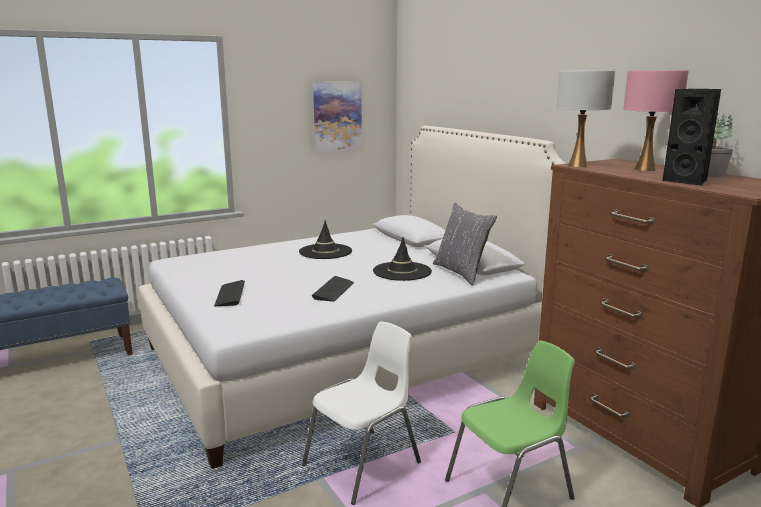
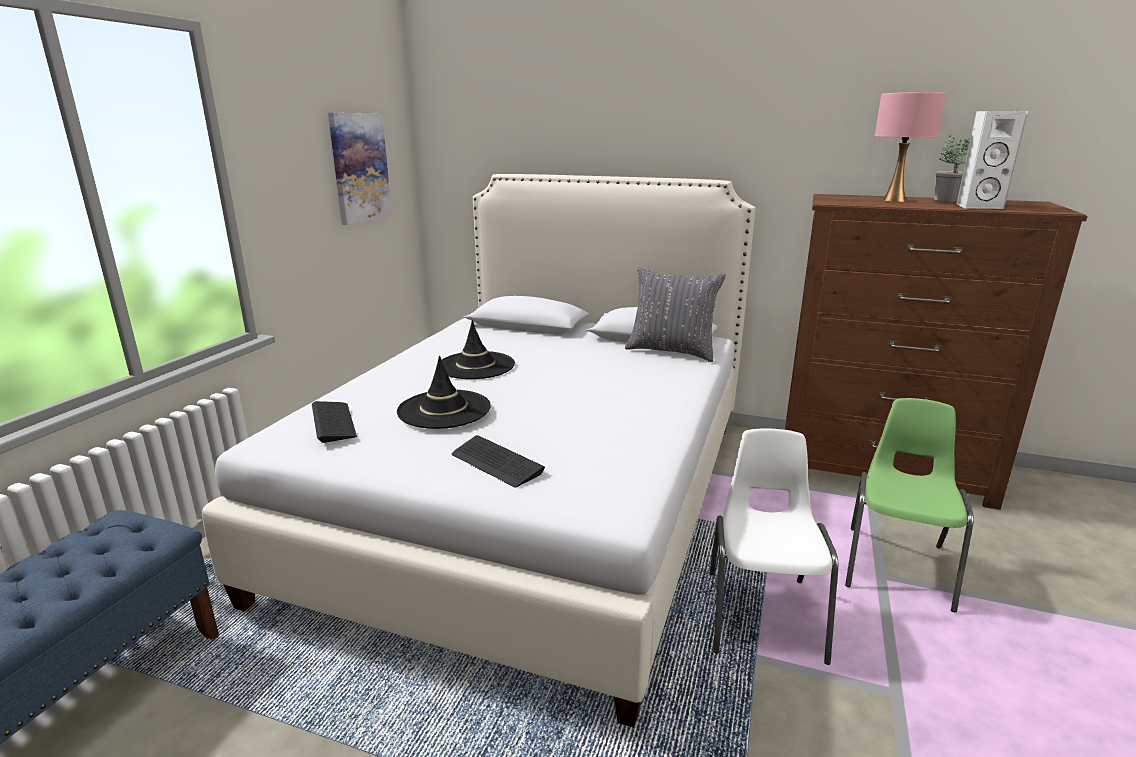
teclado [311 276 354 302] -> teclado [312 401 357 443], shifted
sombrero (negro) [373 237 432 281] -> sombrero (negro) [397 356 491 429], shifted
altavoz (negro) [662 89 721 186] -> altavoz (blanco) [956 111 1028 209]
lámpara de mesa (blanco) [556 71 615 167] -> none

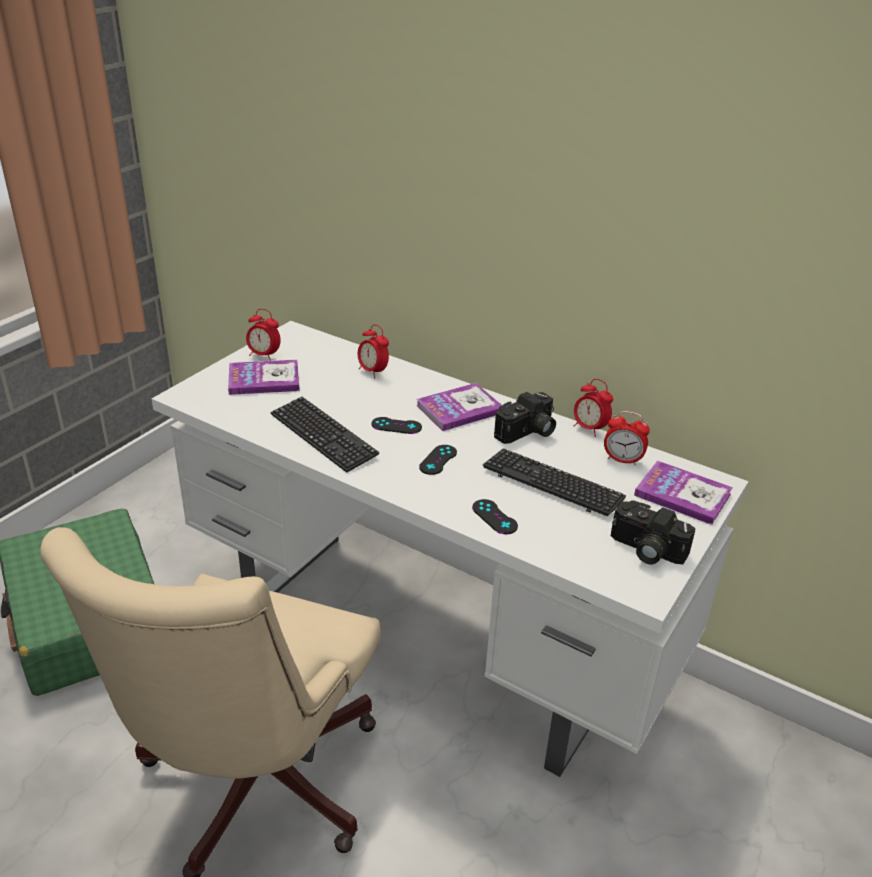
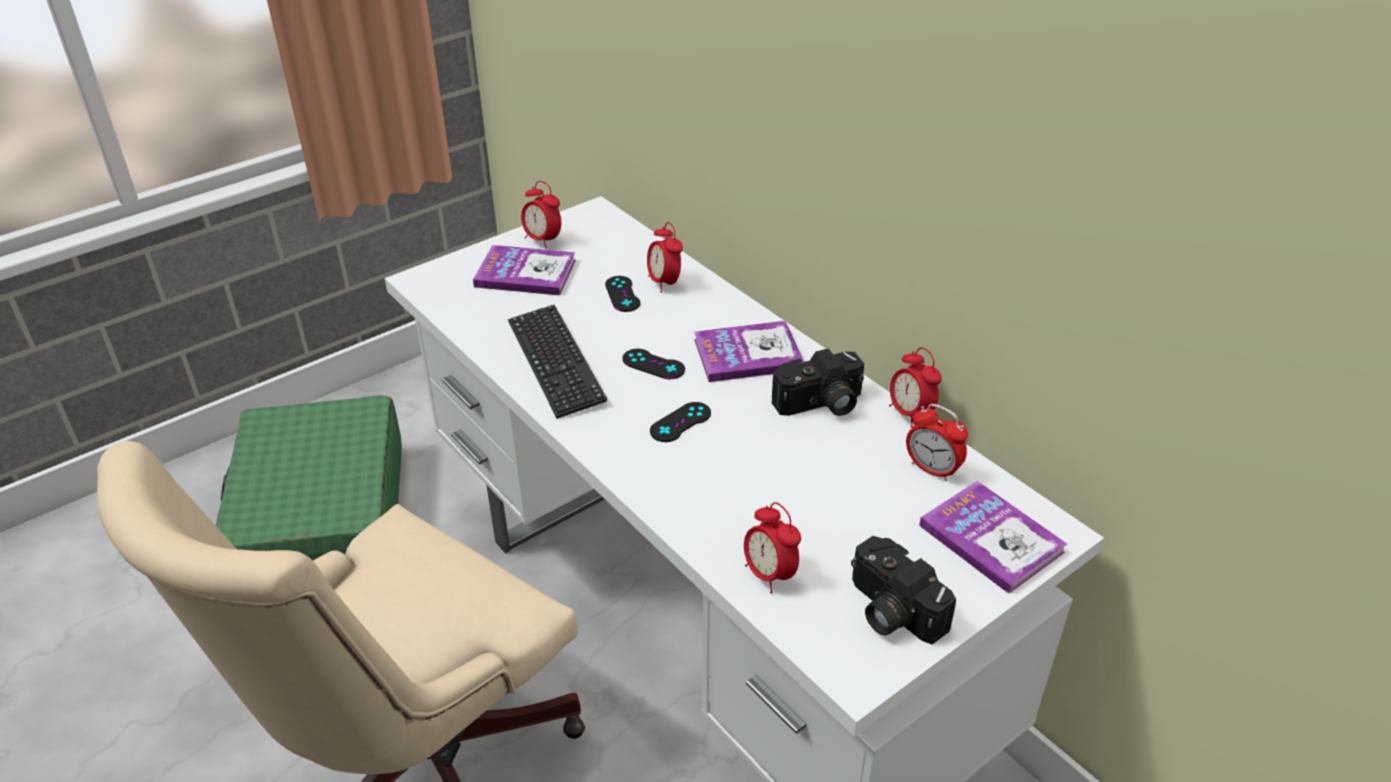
mando de consola (negro) [472 499 518 534] -> mando de consola (negro) [605 276 640 312], shifted
none -> despertador [744 502 801 594]
teclado [483 448 626 516] -> none

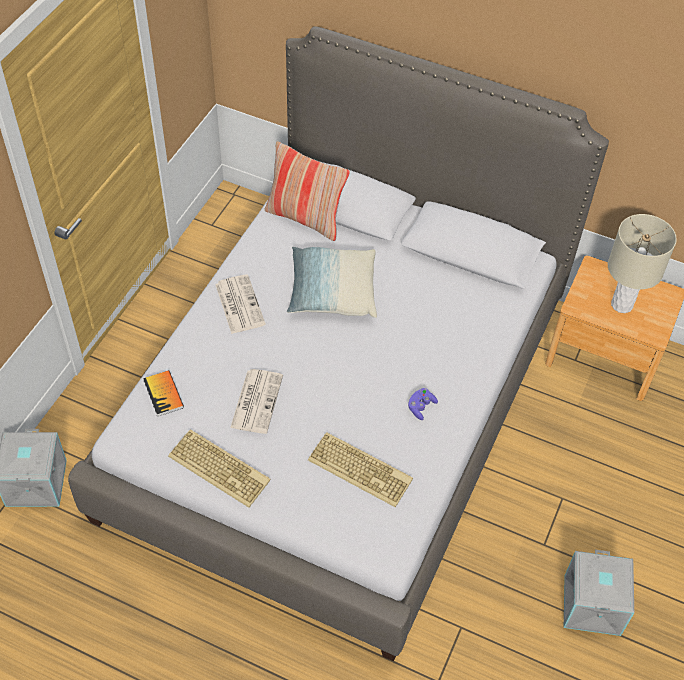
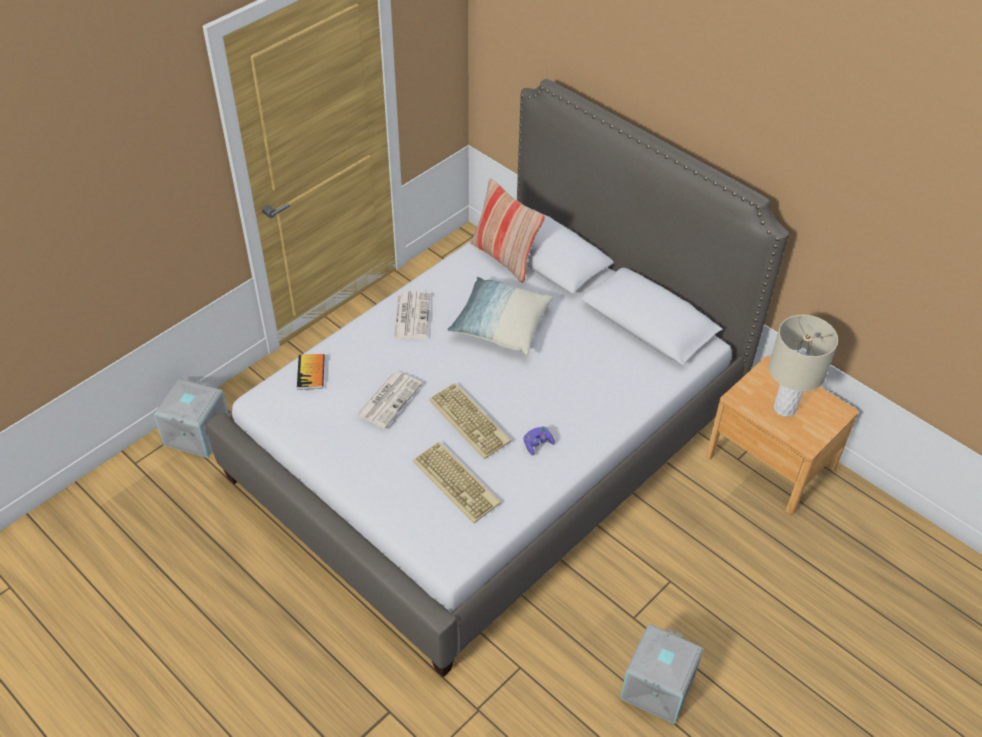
teclado [168 429 271 508] -> teclado [429 383 511 459], shifted

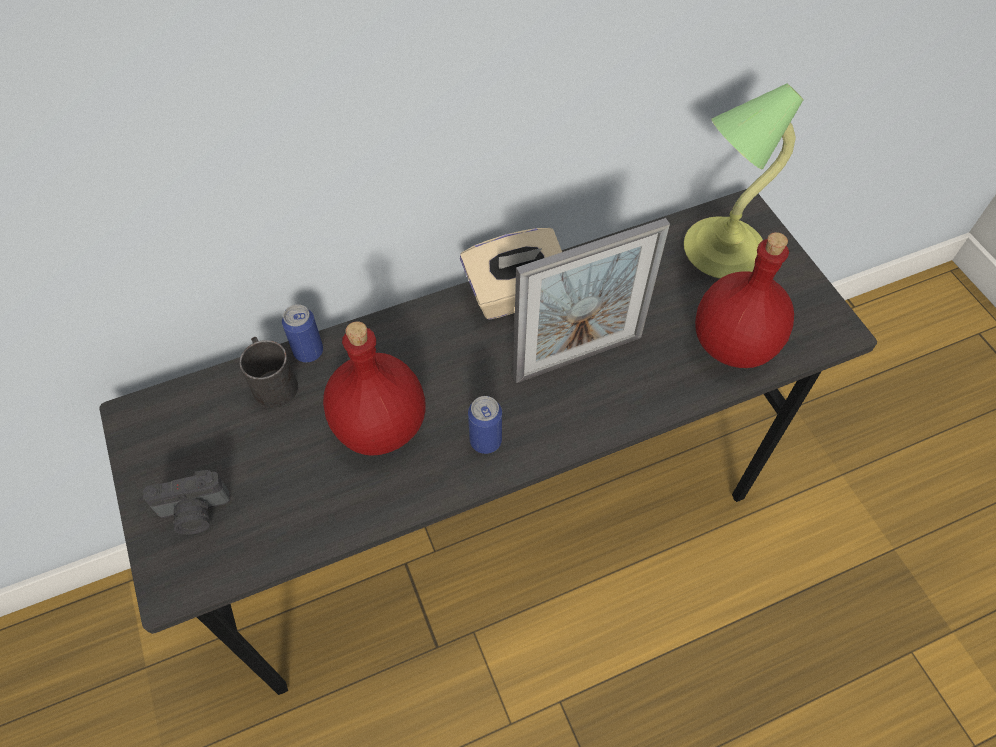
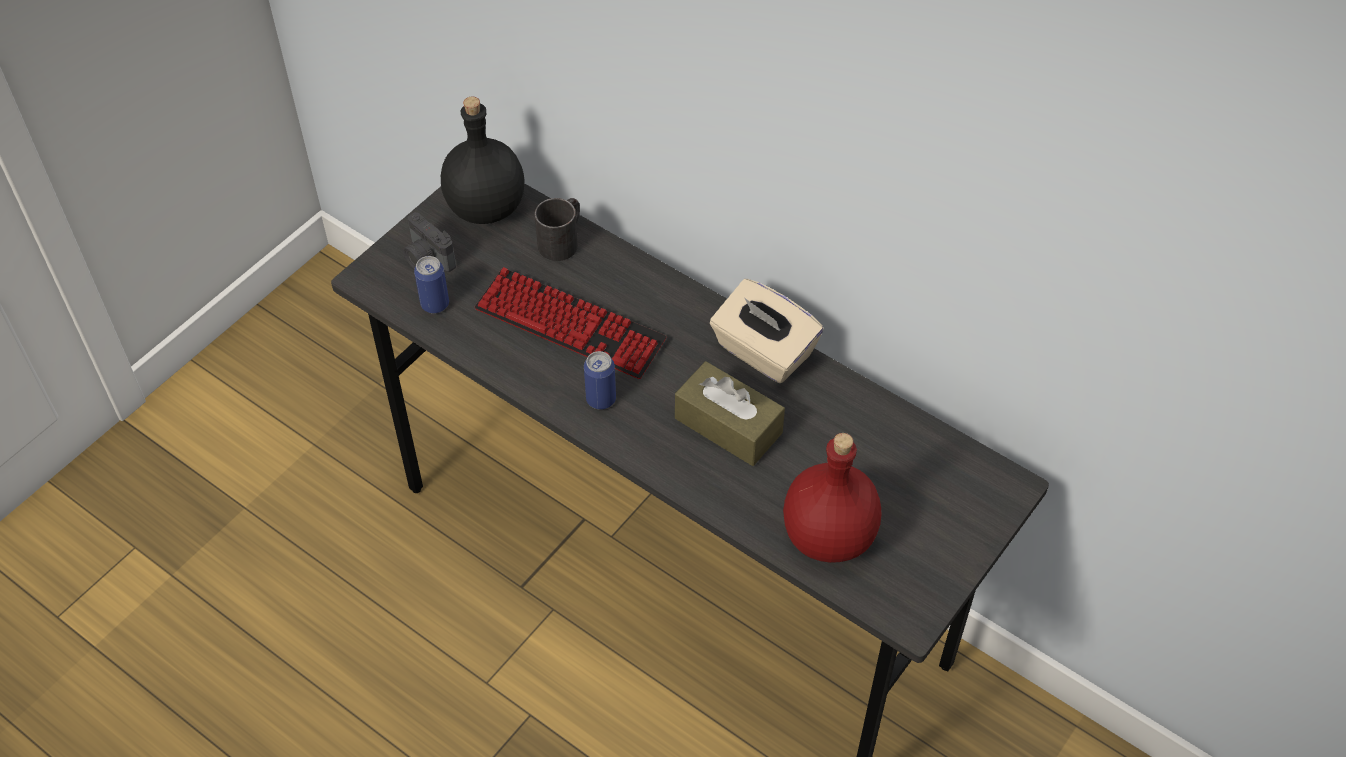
lata [282 304 323 362] -> lata [414 256 449 314], shifted
none -> botella (negro) [441 97 525 224]
botella (rojo) [323 321 426 456] -> teclado [475 267 667 379]
portarretratos [513 218 670 383] -> caja de pañuelos (marrón) [675 361 785 466]
lámpara de mesa [684 83 804 278] -> none

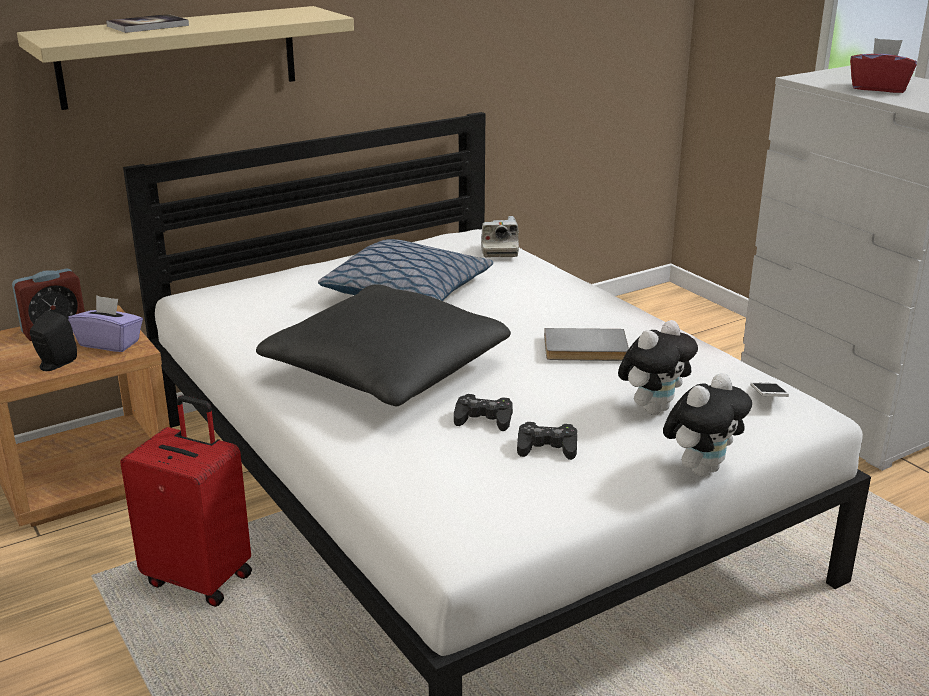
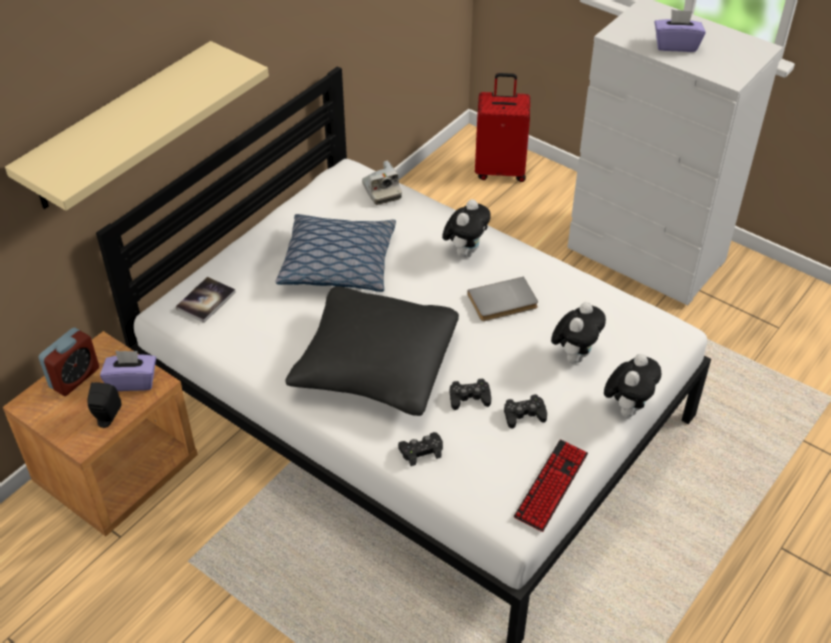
libro [106 14 189 33] -> libro [176 277 236 323], shifted
none -> mando de consola (negro) [398 432 443 466]
none -> peluche [442 199 491 257]
maleta (rojo) [120 395 252 607] -> maleta (rojo) [475 73 530 182], shifted
none -> teclado [514 440 588 532]
caja de pañuelos (rojo) [850 38 917 93] -> caja de pañuelos (morado) [655 9 706 52]
móvil [751 382 789 397] -> none

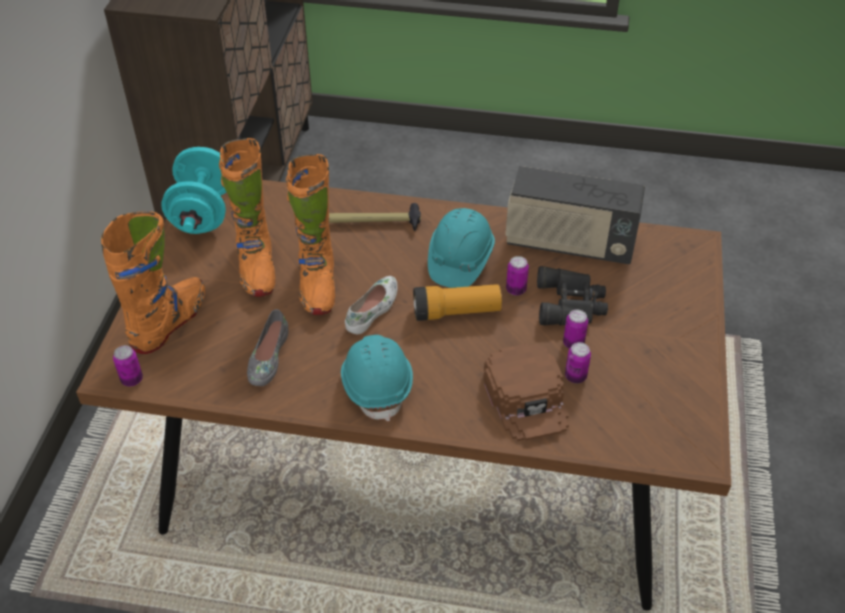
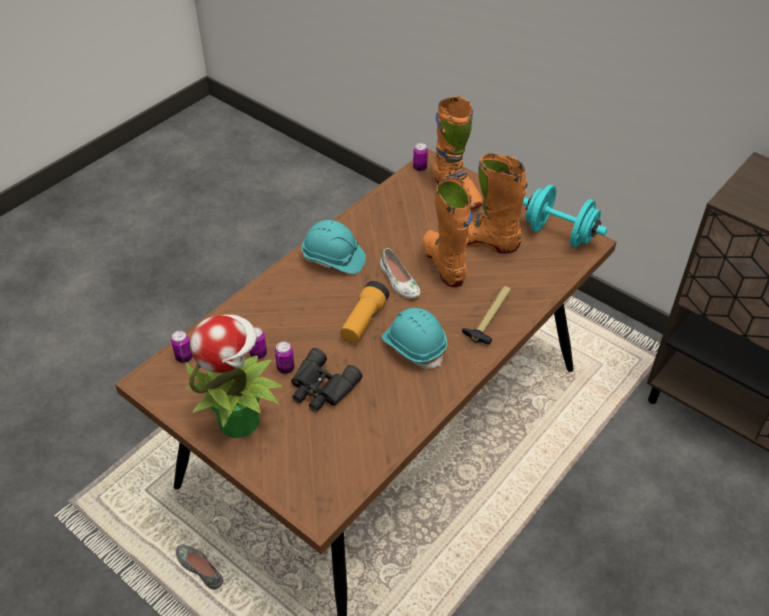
lata [506 256 529 295] -> lata [171 331 192 363], shifted
zapato (gris) [247 309 288 386] -> zapato (gris) [176 545 223 590], shifted
none -> planta en maceta [186 315 283 438]
bota (naranja) [286 154 335 315] -> bota (naranja) [422 176 472 287], 45 degrees clockwise
gorra (marrón) [483 344 569 441] -> none
radio [505 166 645 264] -> none

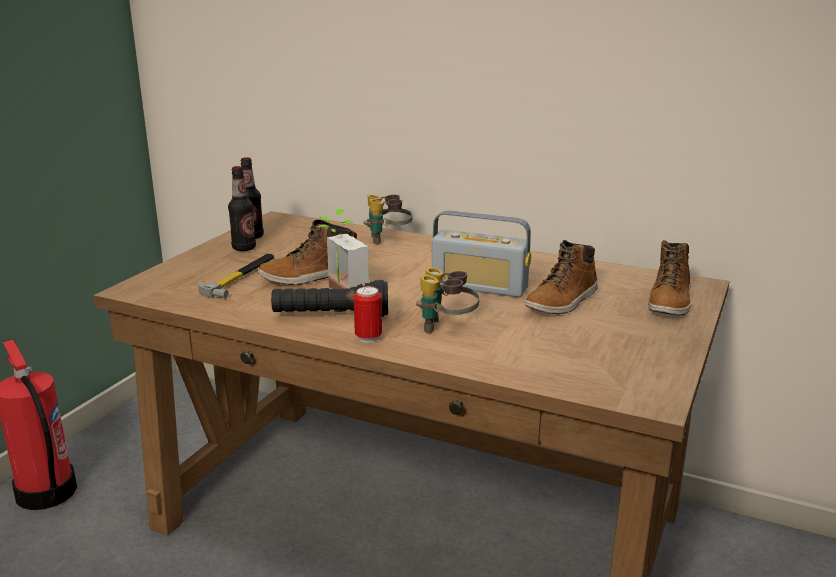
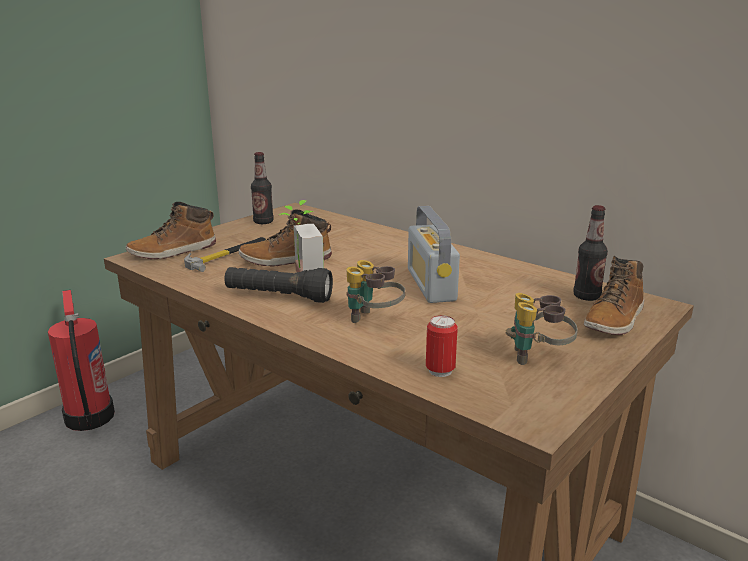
bota [524 240 598 315] -> bota [126 202 216 259], shifted
radio [431 210 531 298] -> radio [408 206 460 303], 45 degrees clockwise
lata [354 286 382 343] -> lata [426 315 458 377], shifted
prismáticos [363 195 412 245] -> prismáticos [506 293 578 365], shifted
botella [228 166 256 251] -> botella [573 205 608 301], shifted

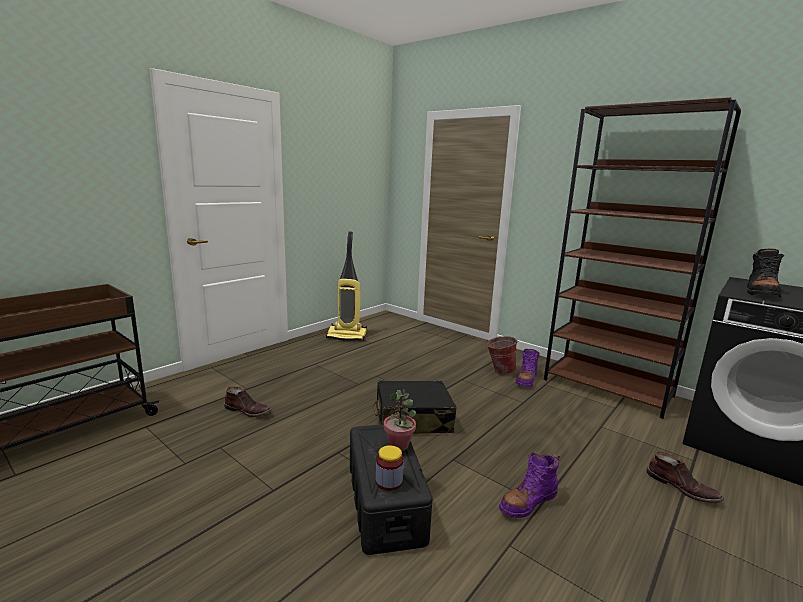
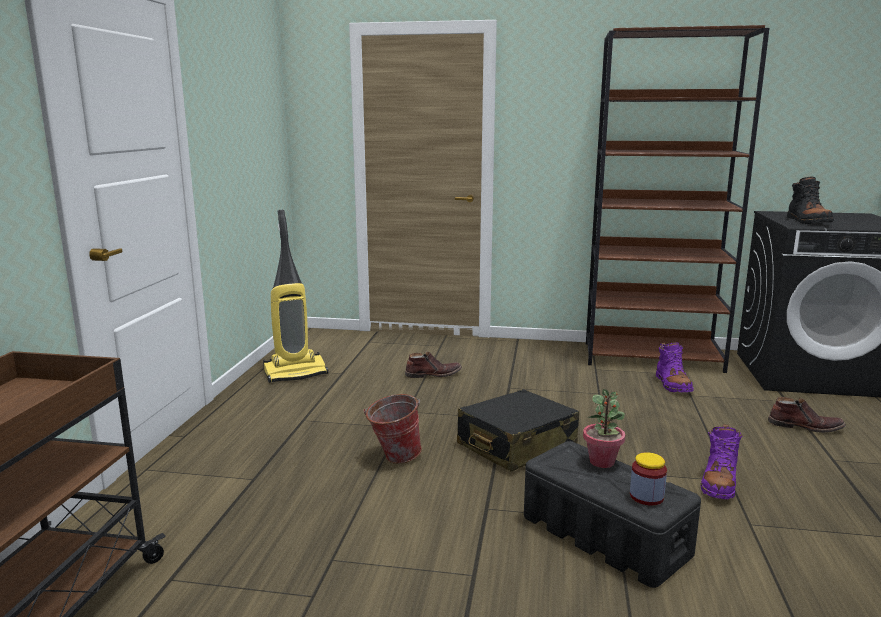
cubo [486 336 519 374] -> cubo [364 394 422 464], shifted
bota (marrón) [224 386 271 417] -> bota (marrón) [405 352 462 378], shifted
bota (morado) [516 349 540 387] -> bota (morado) [656 342 694 392], shifted

